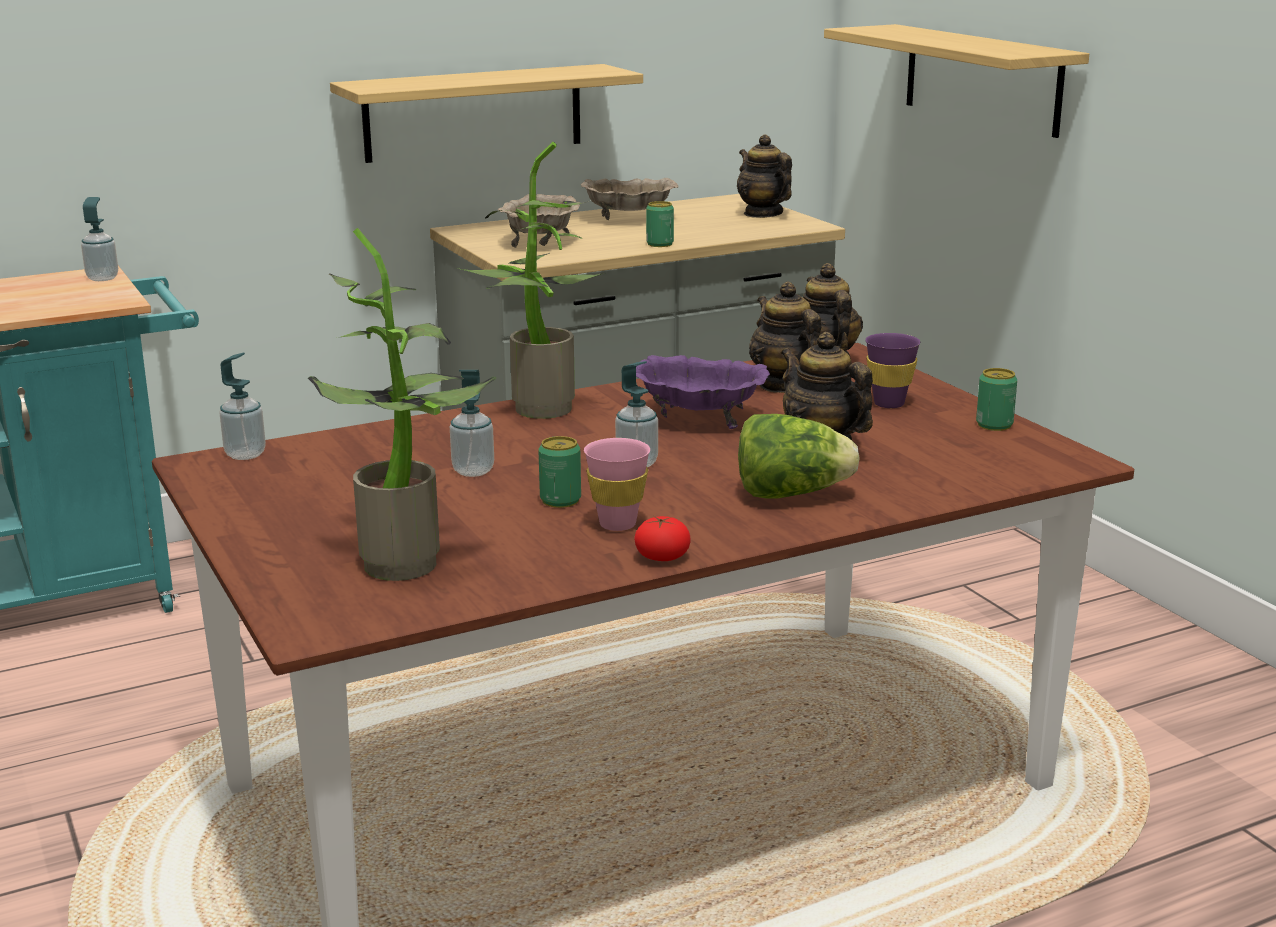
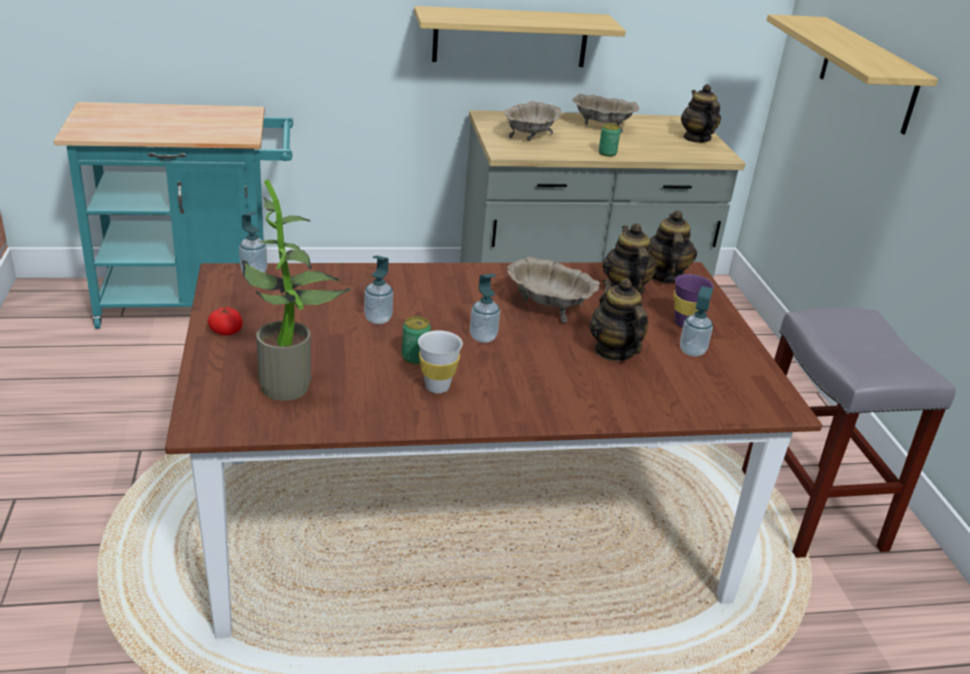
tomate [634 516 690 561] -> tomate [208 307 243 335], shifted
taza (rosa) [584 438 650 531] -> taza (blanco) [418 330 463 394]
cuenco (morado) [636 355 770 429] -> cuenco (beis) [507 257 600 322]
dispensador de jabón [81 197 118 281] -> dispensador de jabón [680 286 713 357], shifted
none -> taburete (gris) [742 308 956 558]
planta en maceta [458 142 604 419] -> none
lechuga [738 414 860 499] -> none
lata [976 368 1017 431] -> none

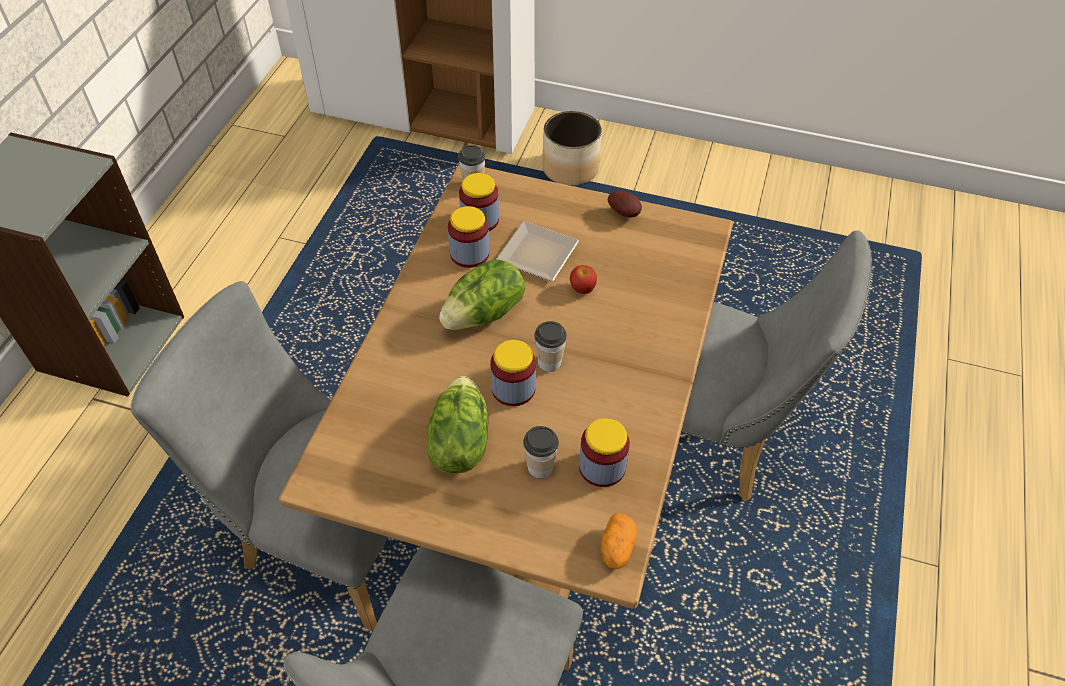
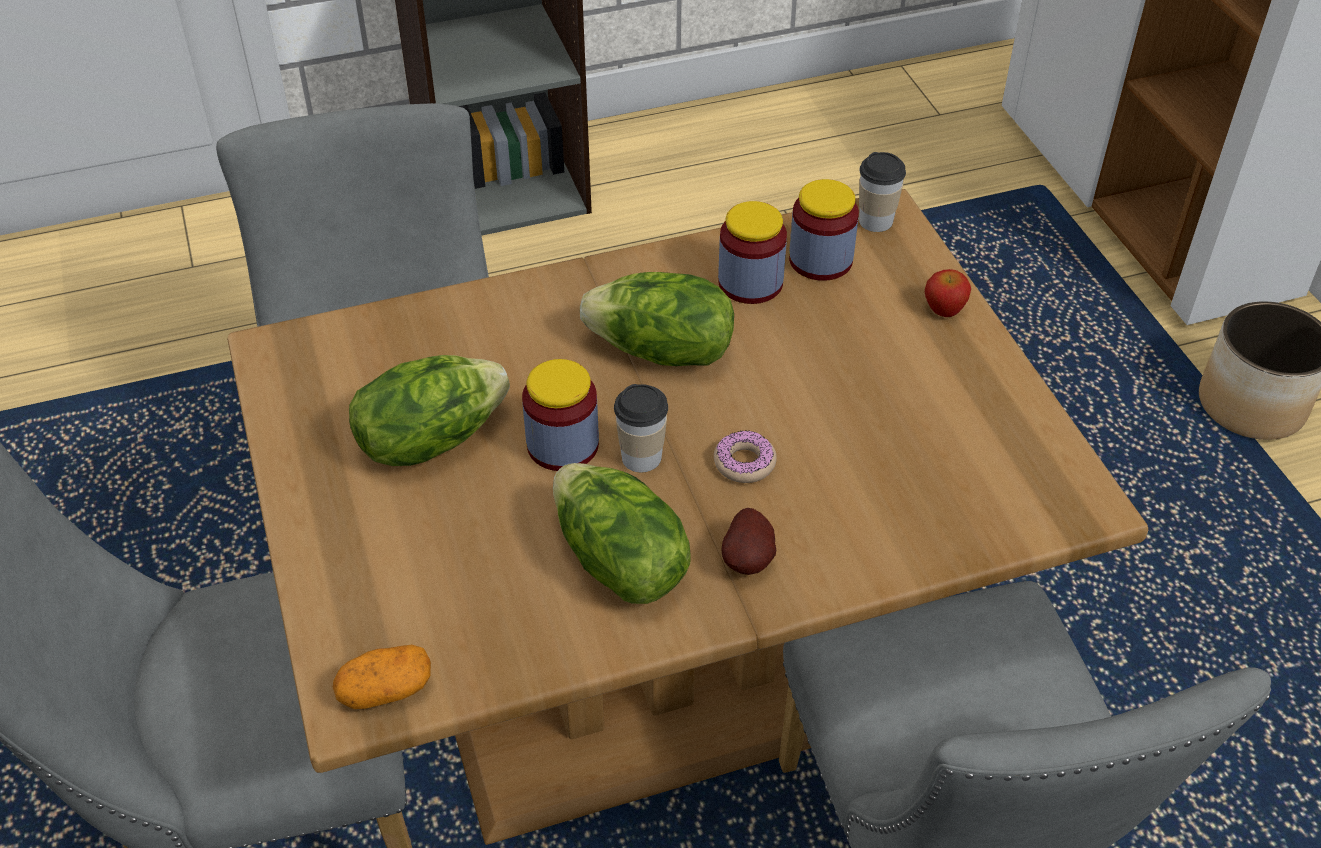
none -> lechuga [553 463 691 604]
none -> rosquilla [714 430 777 483]
patata [608 190 642 218] -> patata [722 508 776 575], shifted
manzana [570 265 597 294] -> manzana [925 269 971 317], shifted
plato [496 221 579 282] -> none
taza [523 426 559 479] -> none
tarro [579 418 630 487] -> none

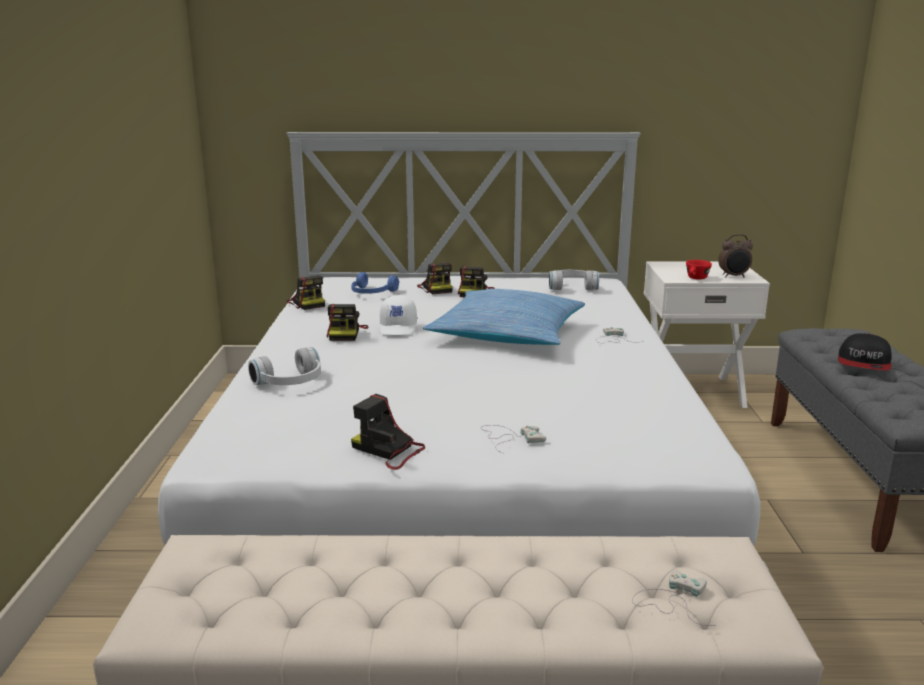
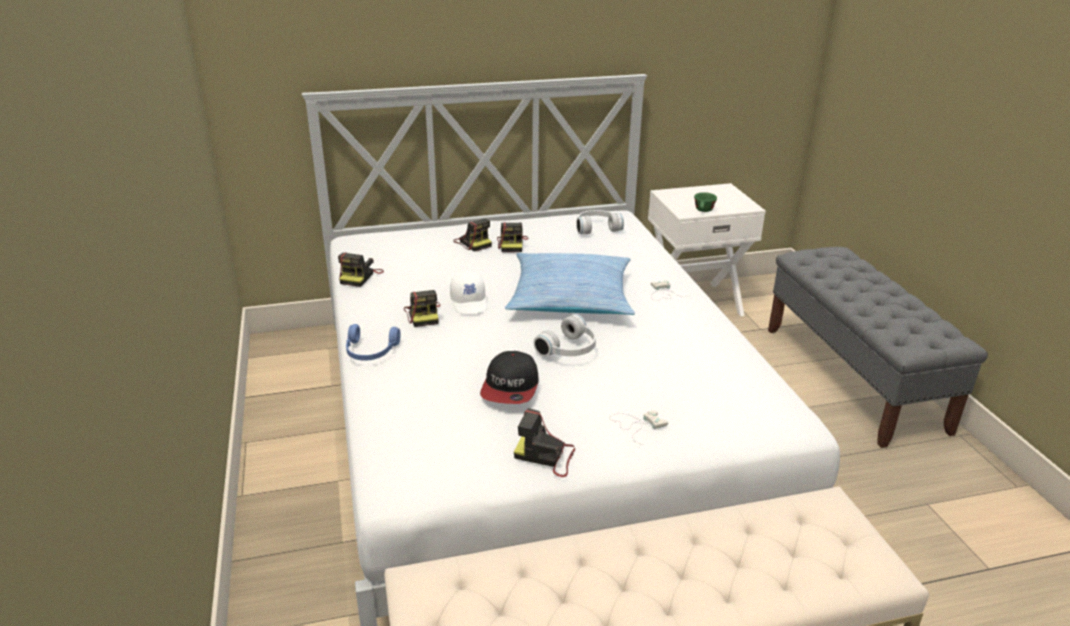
cámara [286 275 325 310] -> cámara [338 253 384 287], 60 degrees clockwise
auriculares (azul) [351 272 399 294] -> auriculares (azul) [346 324 401 361], shifted
gorra [838 333 892 370] -> gorra [480 351 538 404], shifted
auriculares (blanco) [248 347 321 385] -> auriculares (blanco) [533 314 596 357], shifted
taza (rojo) [686 260 712 280] -> taza (verde) [694 192 717 212]
mando de consola (blanco) [632 570 716 626] -> none
despertador [718 234 753 278] -> none

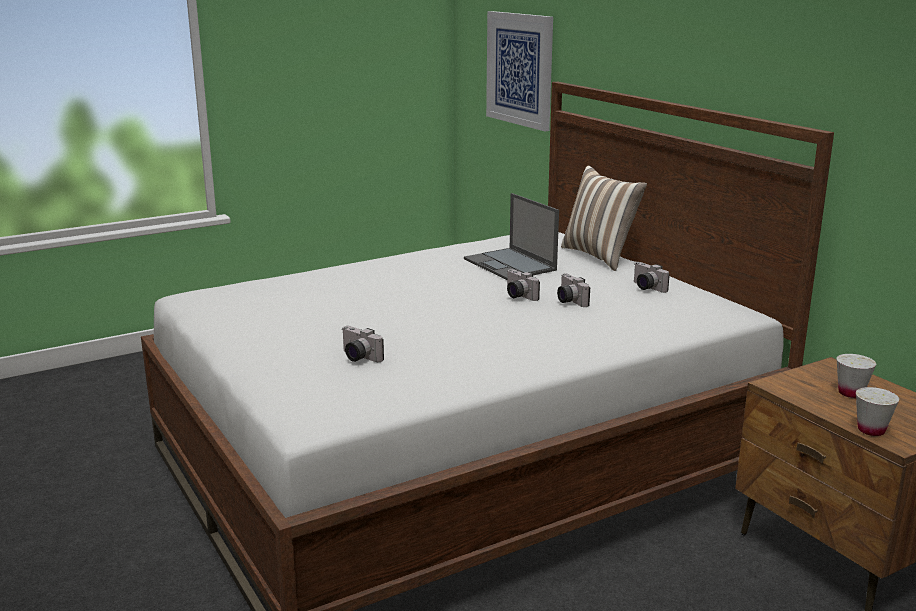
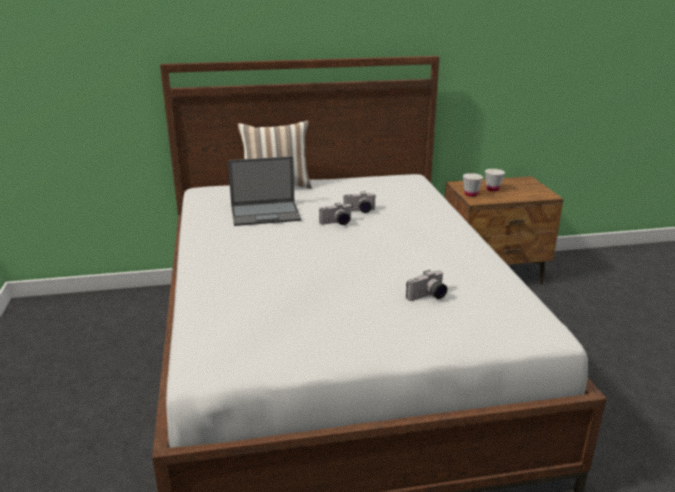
taza (blanco) [856 387 899 436] -> taza (blanco) [463 173 483 197], shifted
cuadro [486 11 553 131] -> none
cámara [634 262 670 293] -> none

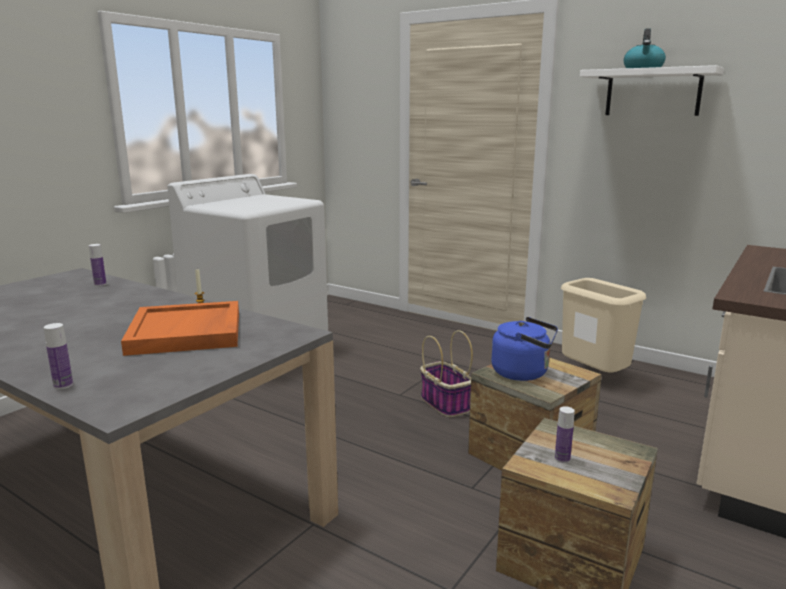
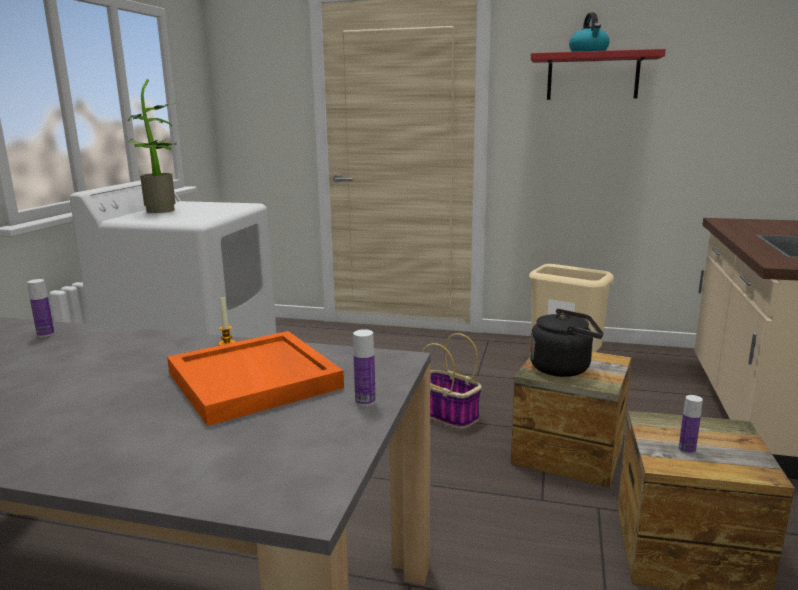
none -> planta en maceta [127 79 177 213]
botella [44 323 73 389] -> botella [353 329 376 406], shifted
hervidor (azul) [491 317 558 381] -> hervidor (negro) [530 309 603 377]
estante (blanco) [580 65 724 116] -> estante (rojo) [531 49 666 100]

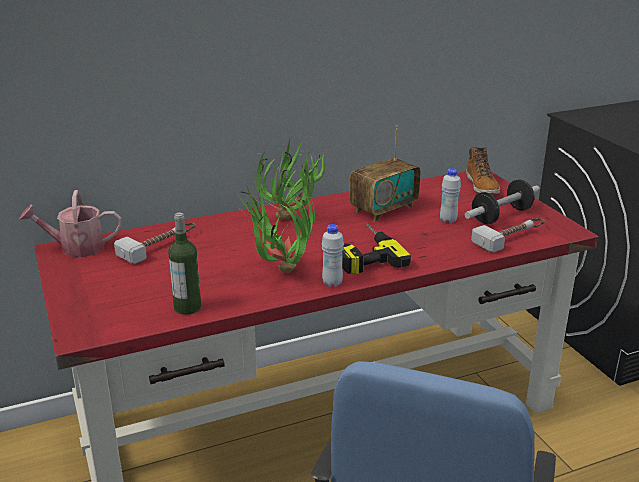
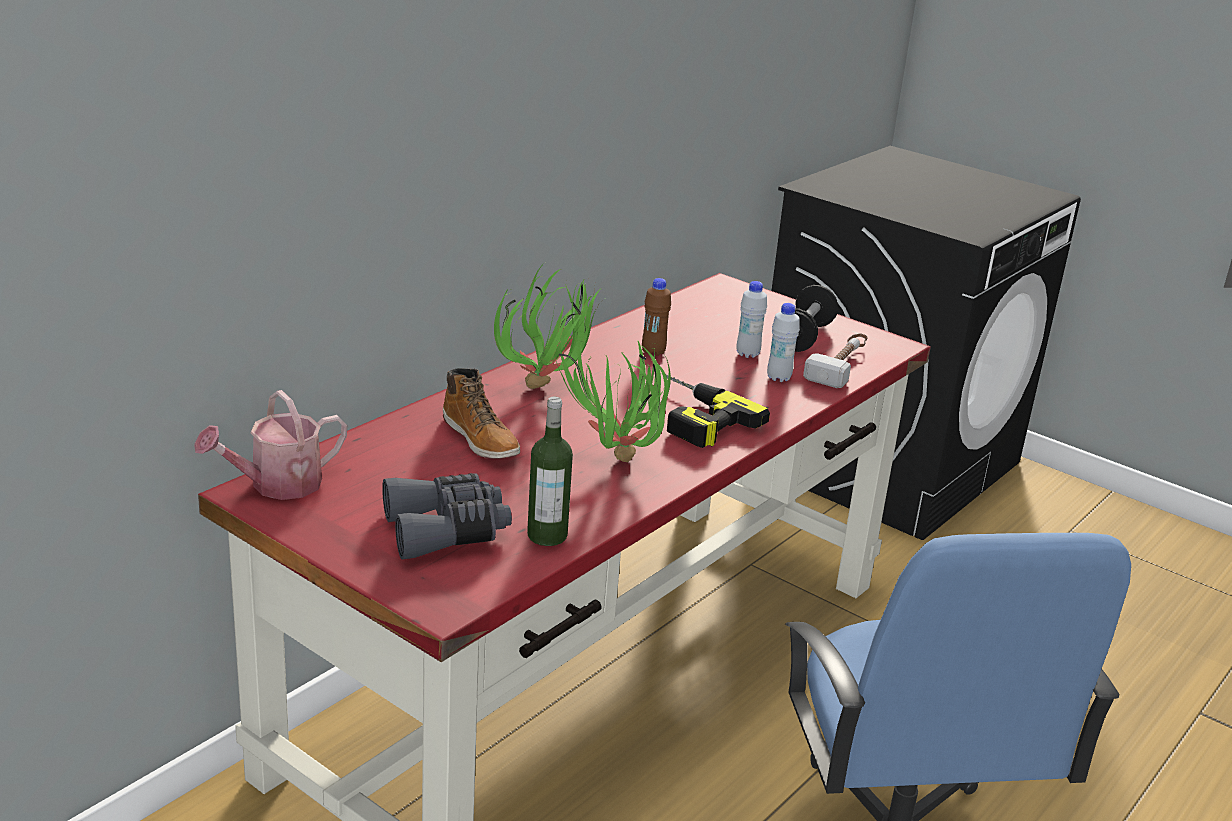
none -> prismáticos (gris) [382 473 512 559]
bota [466 147 500 194] -> bota [443 368 520 459], shifted
radio [349 125 420 222] -> botella (marrón) [642 278 671 356]
botella (blanco) [322 224 344 287] -> botella (blanco) [767 303 800 382], shifted
martillo [114 222 196 264] -> none

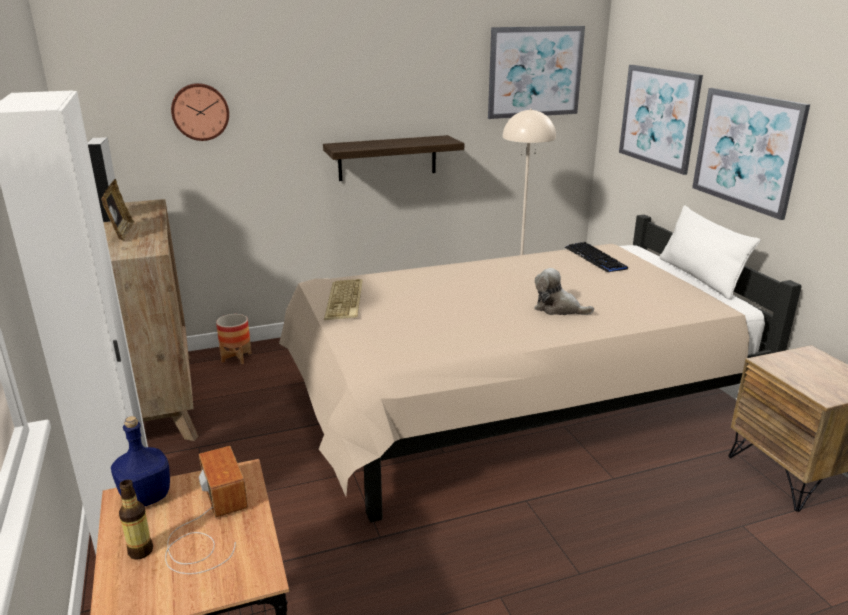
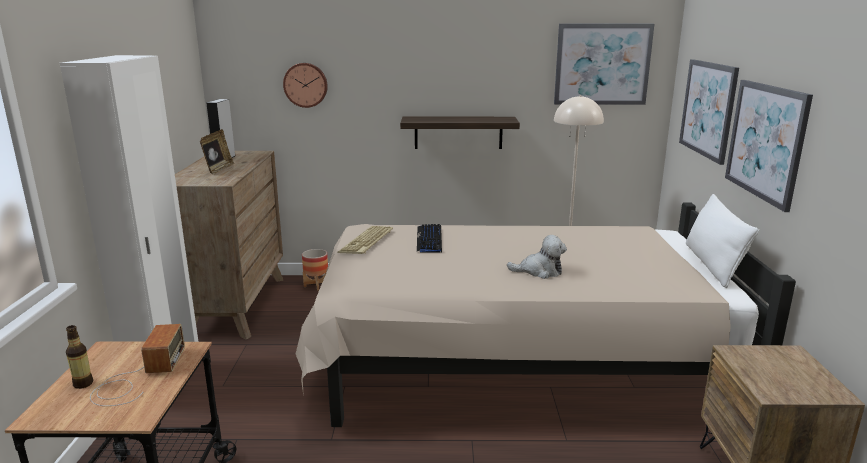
teclado [565 242 628 272] -> teclado [417 224 442 253], shifted
peluche [535 268 594 315] -> peluche [507 235 567 279], 135 degrees clockwise
botella (azul) [111 416 170 507] -> none

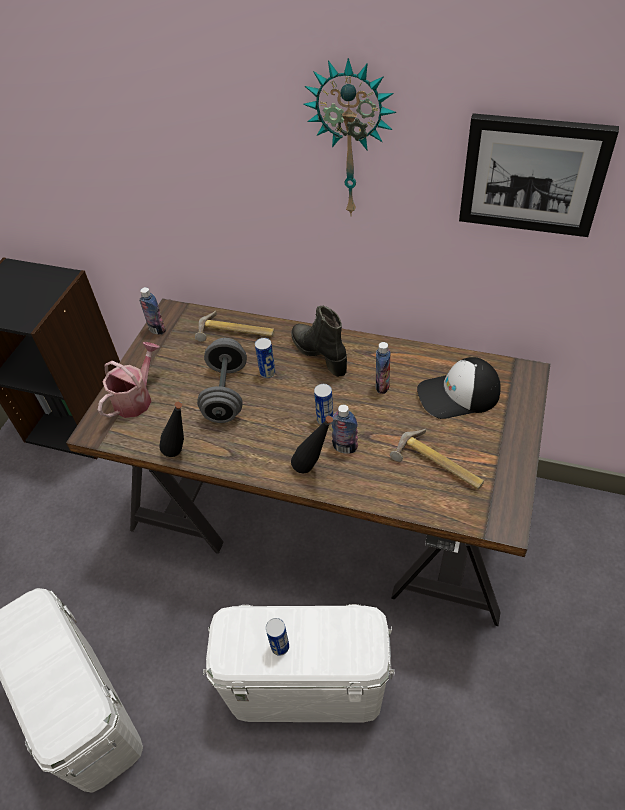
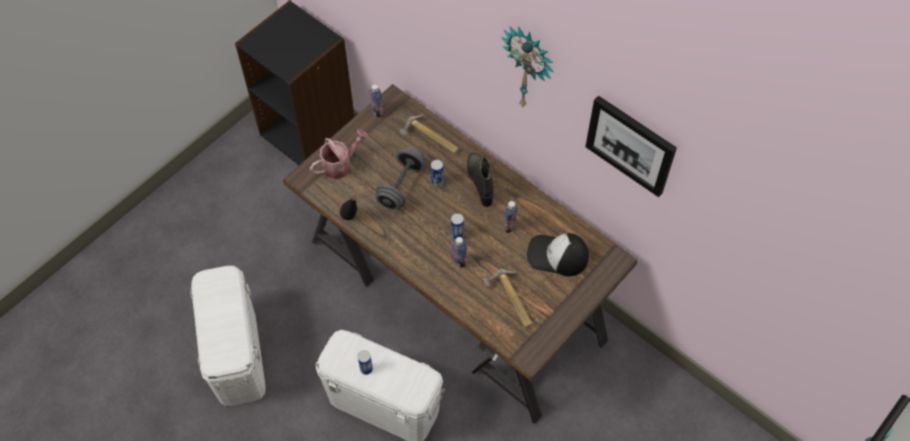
botella (negro) [291 416 333 473] -> none

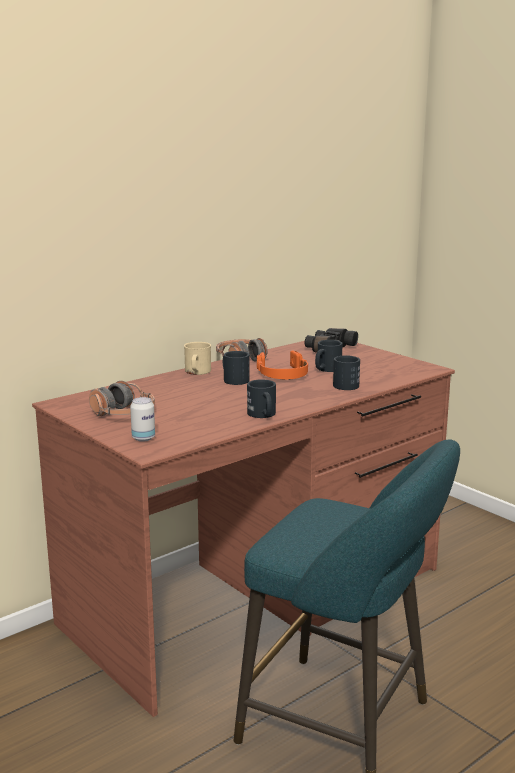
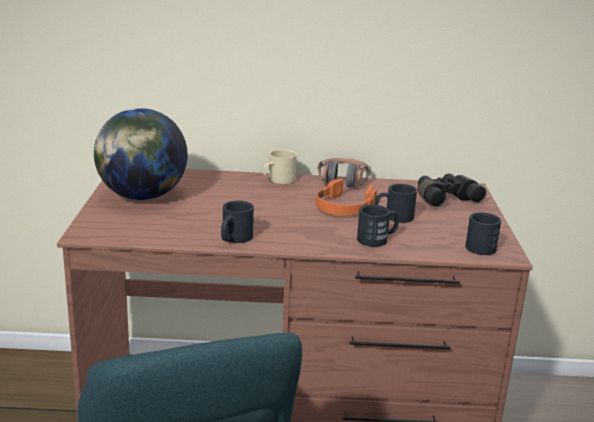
auriculares [89 381 155 416] -> globo terráqueo [94 108 188 200]
taza grande (negro) [223 351 249 385] -> taza grande (negro) [465 212 501 255], shifted
lata [130 397 155 442] -> none

